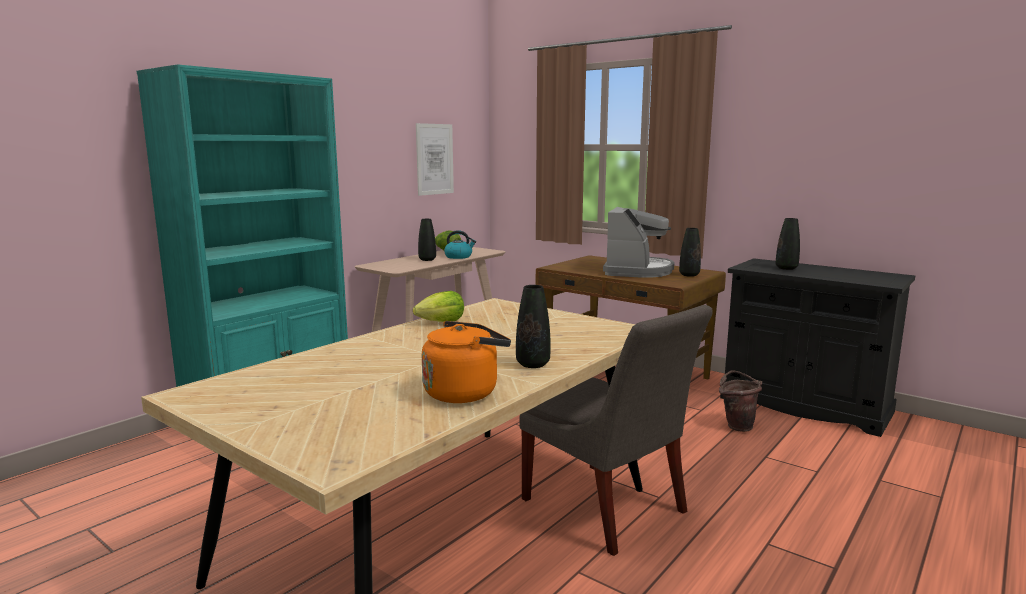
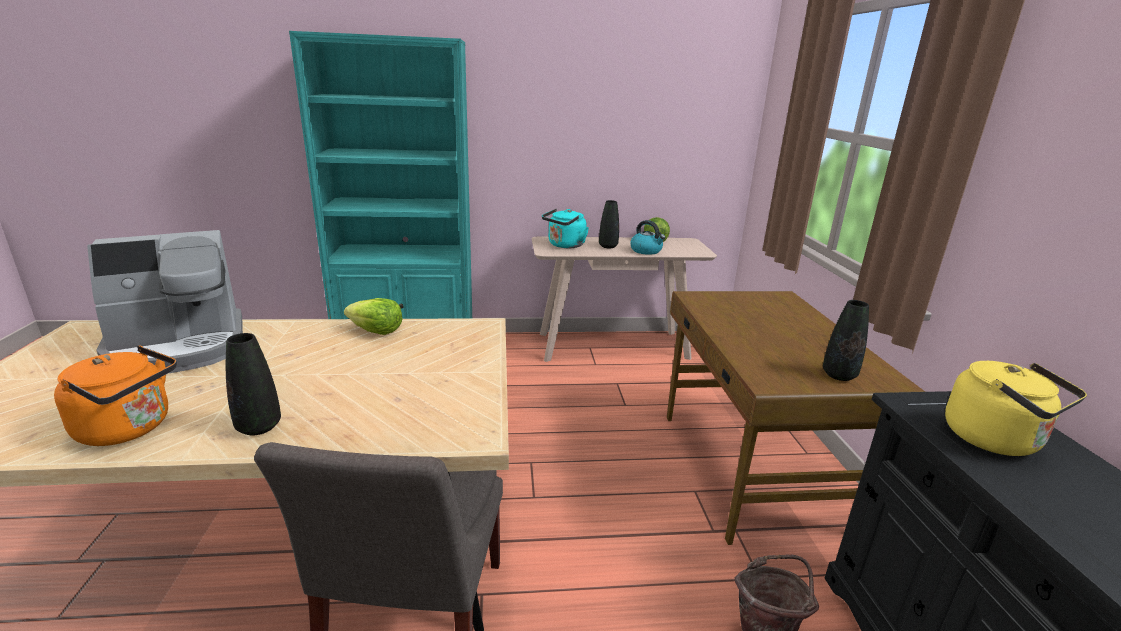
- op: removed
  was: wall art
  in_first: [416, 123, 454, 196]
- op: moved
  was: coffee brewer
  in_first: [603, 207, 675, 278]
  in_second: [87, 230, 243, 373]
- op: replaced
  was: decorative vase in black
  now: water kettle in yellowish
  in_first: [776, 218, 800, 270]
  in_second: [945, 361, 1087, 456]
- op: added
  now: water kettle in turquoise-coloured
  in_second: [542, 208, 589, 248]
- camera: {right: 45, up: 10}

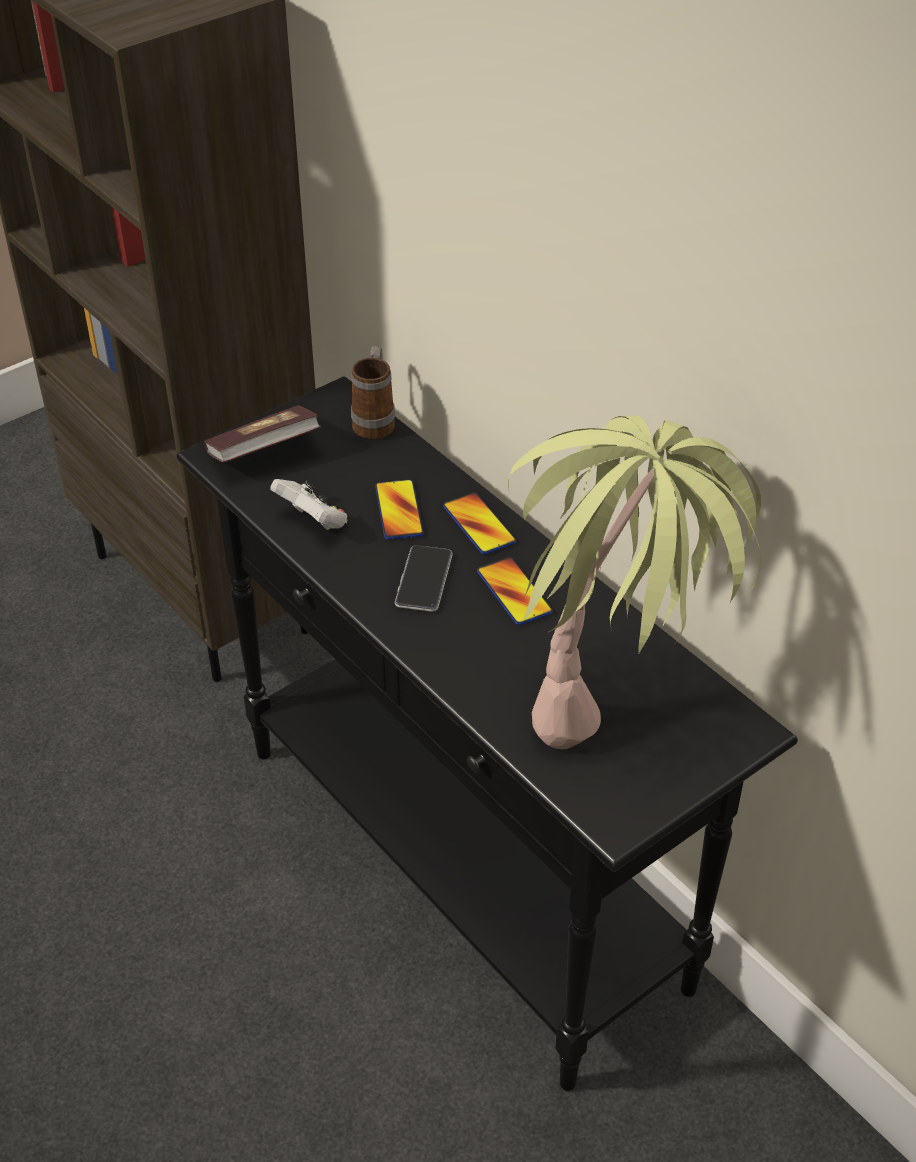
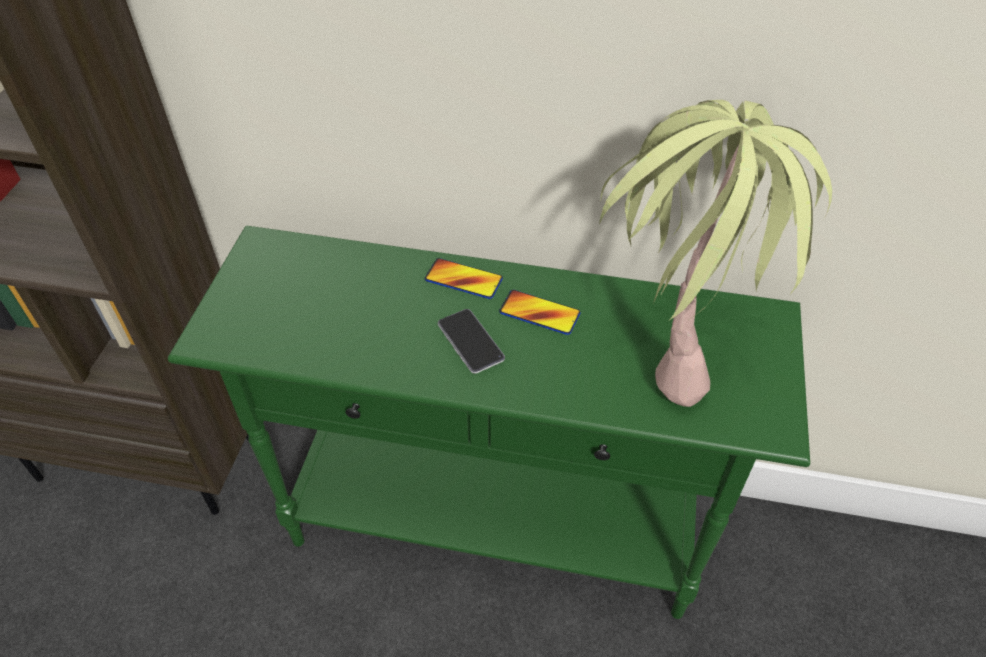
- op: removed
  was: mug
  in_first: [351, 346, 395, 439]
- op: recoloured
  was: console table in black
  now: console table in greenish
  in_first: [177, 377, 798, 1091]
  in_second: [168, 226, 810, 619]
- op: removed
  was: volume
  in_first: [204, 405, 322, 463]
- op: removed
  was: gamepad in white
  in_first: [270, 479, 347, 530]
- op: removed
  was: phone
  in_first: [375, 479, 424, 540]
- camera: {right: -40, up: 5}

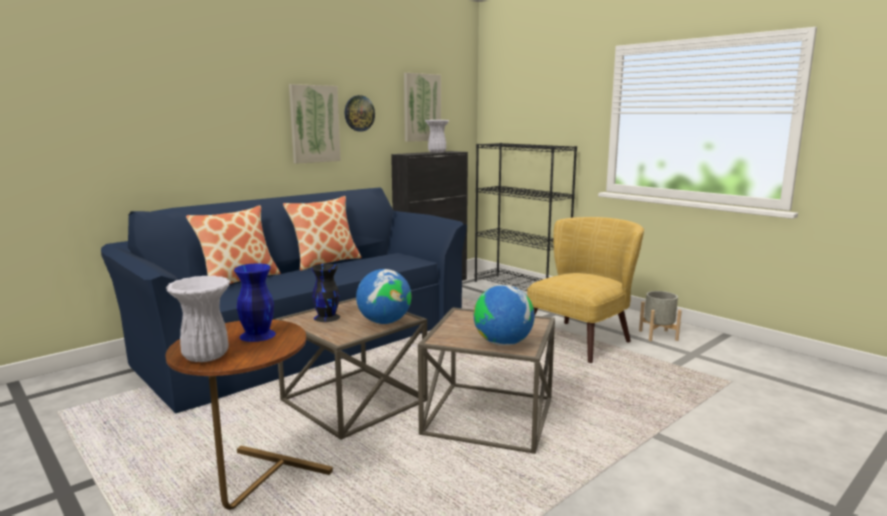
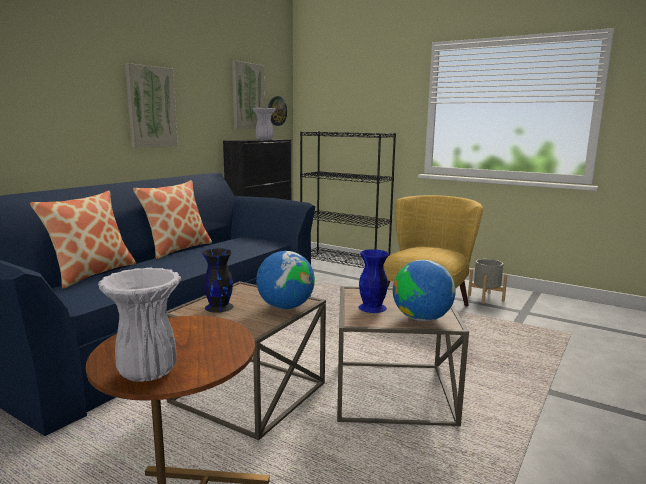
- op: moved
  was: clock on the wall
  in_first: [345, 95, 375, 131]
  in_second: [268, 96, 287, 126]
- op: moved
  was: decorative vase in blue
  in_first: [234, 263, 276, 342]
  in_second: [358, 249, 389, 313]
- camera: {right: -15, up: 0}

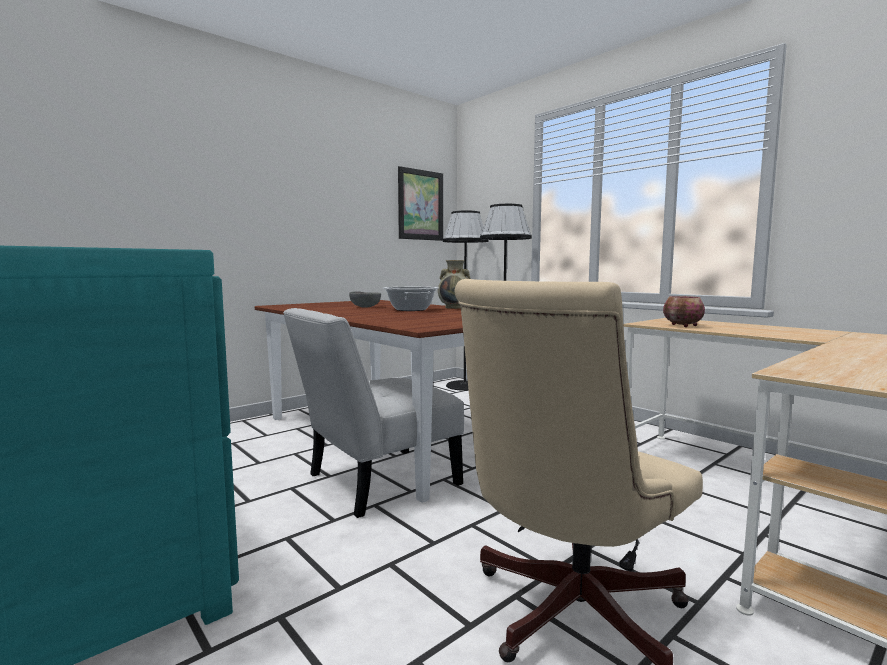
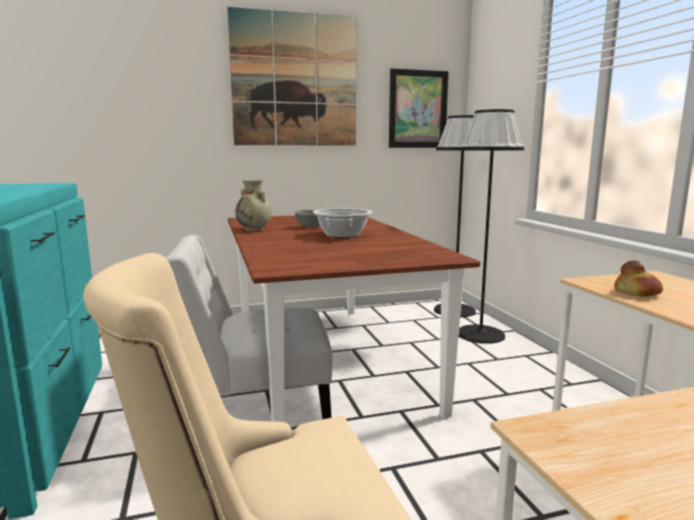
- op: moved
  was: decorative vase in beige
  in_first: [438, 260, 470, 309]
  in_second: [235, 179, 272, 231]
- op: replaced
  was: deep dish
  now: bread
  in_first: [663, 296, 705, 327]
  in_second: [614, 260, 663, 296]
- op: added
  now: wall art
  in_second: [227, 7, 356, 146]
- camera: {right: 25, up: 5}

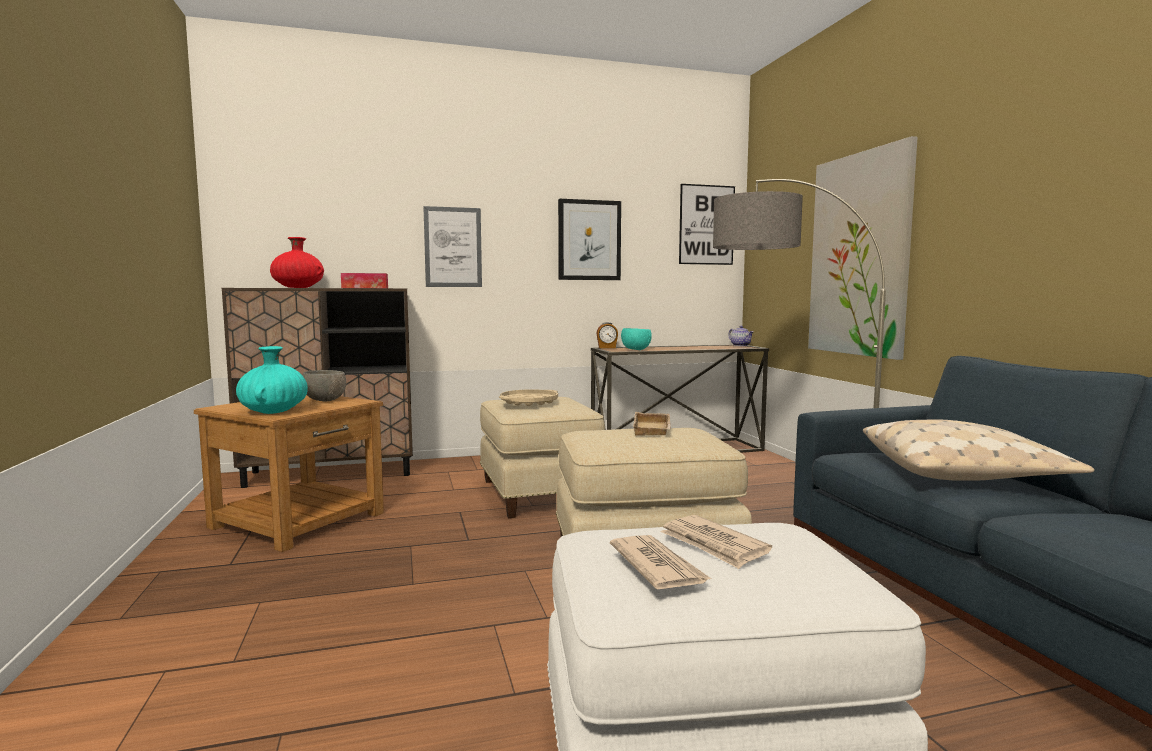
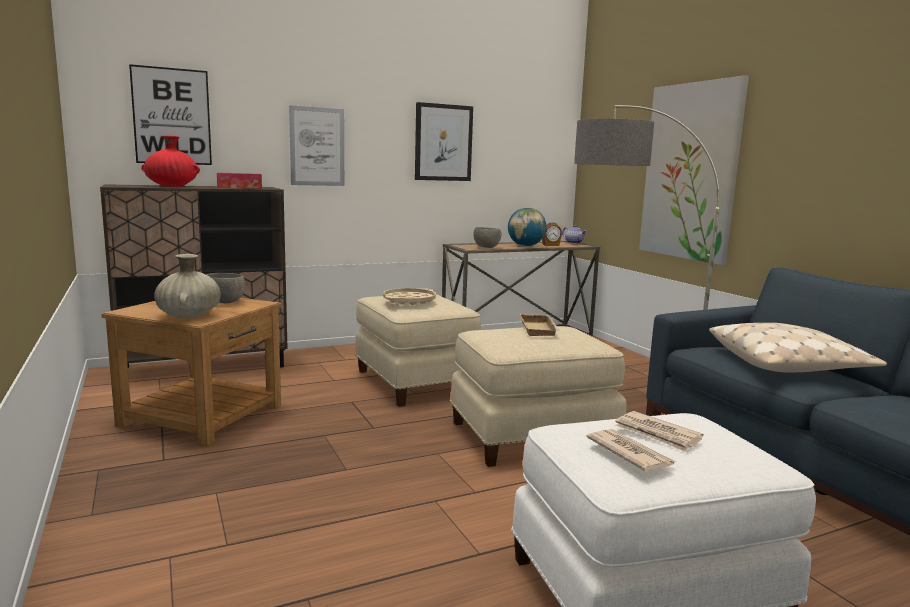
- op: moved
  was: wall art
  in_first: [679, 184, 735, 265]
  in_second: [129, 64, 212, 165]
- op: moved
  was: bedside clock
  in_first: [596, 322, 618, 348]
  in_second: [542, 222, 562, 246]
- op: recoloured
  was: deep dish in turquoise-coloured
  now: deep dish in grey
  in_first: [621, 328, 652, 350]
  in_second: [473, 227, 501, 248]
- op: recoloured
  was: decorative vase in turquoise-coloured
  now: decorative vase in beige
  in_first: [236, 346, 308, 414]
  in_second: [154, 254, 221, 319]
- op: added
  now: globe
  in_second: [508, 207, 546, 246]
- camera: {right: -10, up: 5}

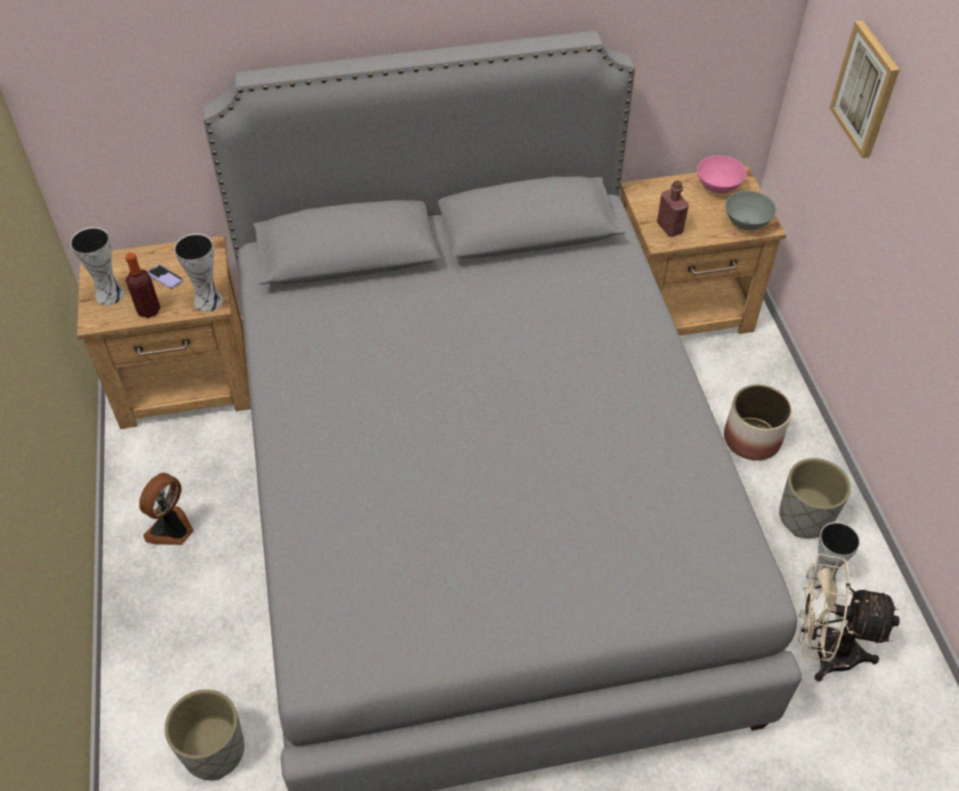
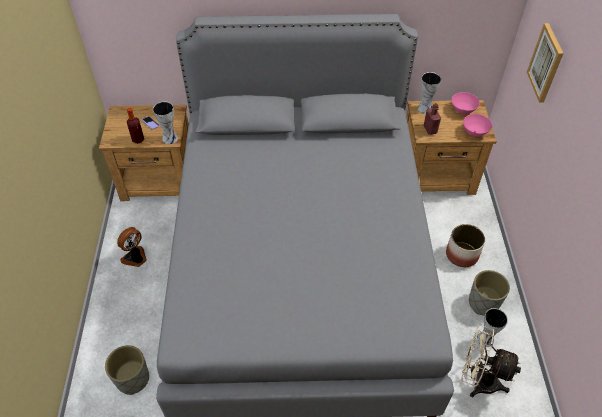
- op: recoloured
  was: deep dish in grey
  now: deep dish in pinkish
  in_first: [725, 191, 776, 230]
  in_second: [463, 114, 492, 137]
- op: moved
  was: decorative vase
  in_first: [70, 227, 124, 305]
  in_second: [418, 72, 441, 114]
- camera: {right: 10, up: 0}

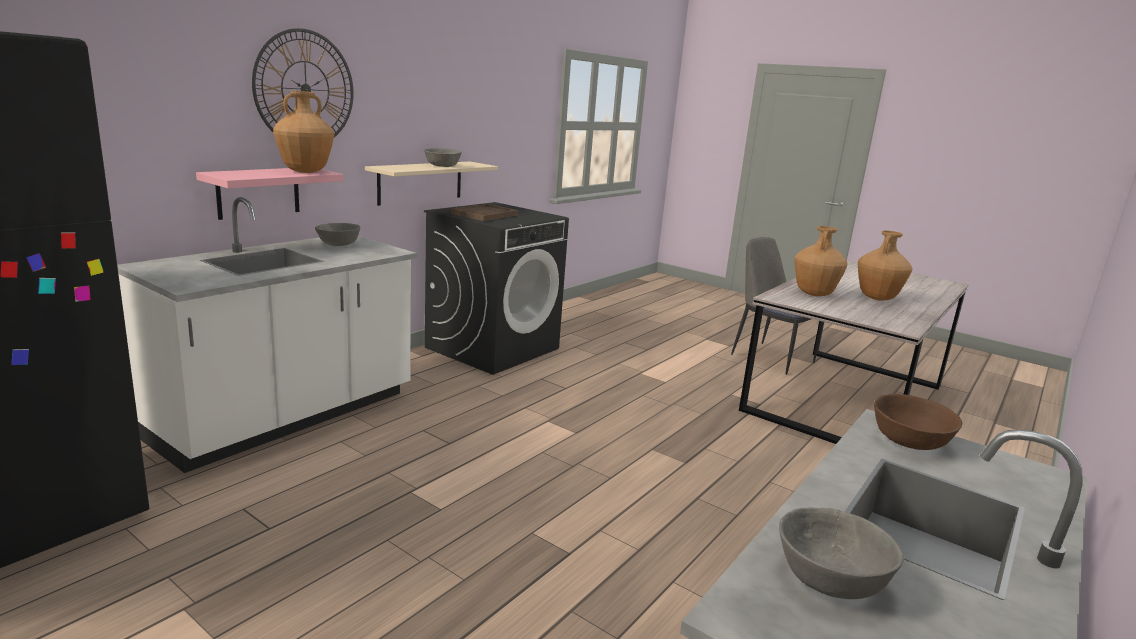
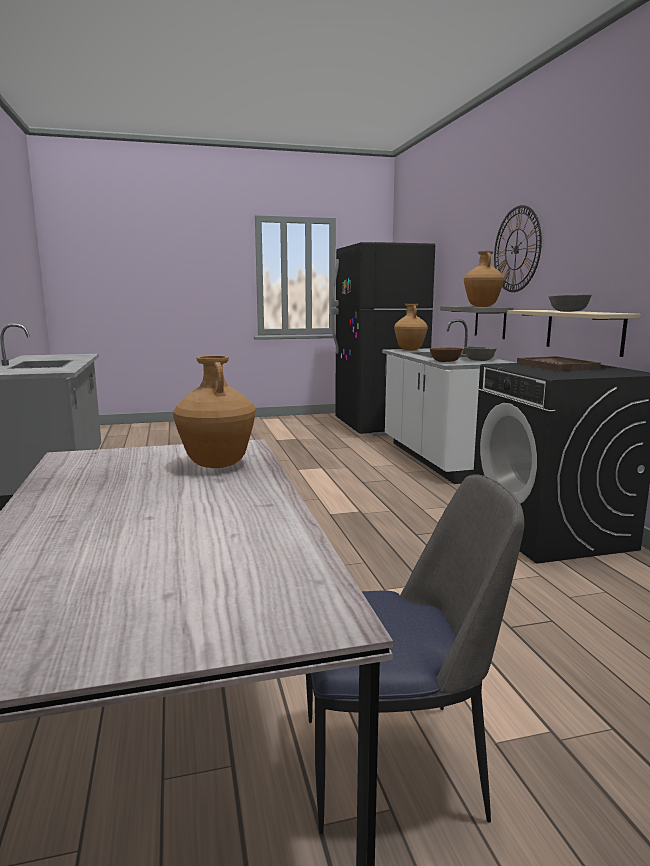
- op: recoloured
  was: shelf in pinkish
  now: shelf in grey
  in_first: [196, 168, 344, 220]
  in_second: [440, 306, 513, 339]
- op: moved
  was: decorative vase in brown
  in_first: [858, 230, 912, 301]
  in_second: [394, 304, 428, 351]
- op: moved
  was: deep dish in brown
  in_first: [874, 394, 962, 450]
  in_second: [430, 347, 463, 362]
- op: removed
  was: deep dish in grey
  in_first: [779, 507, 904, 599]
- camera: {right: 130, up: -5}

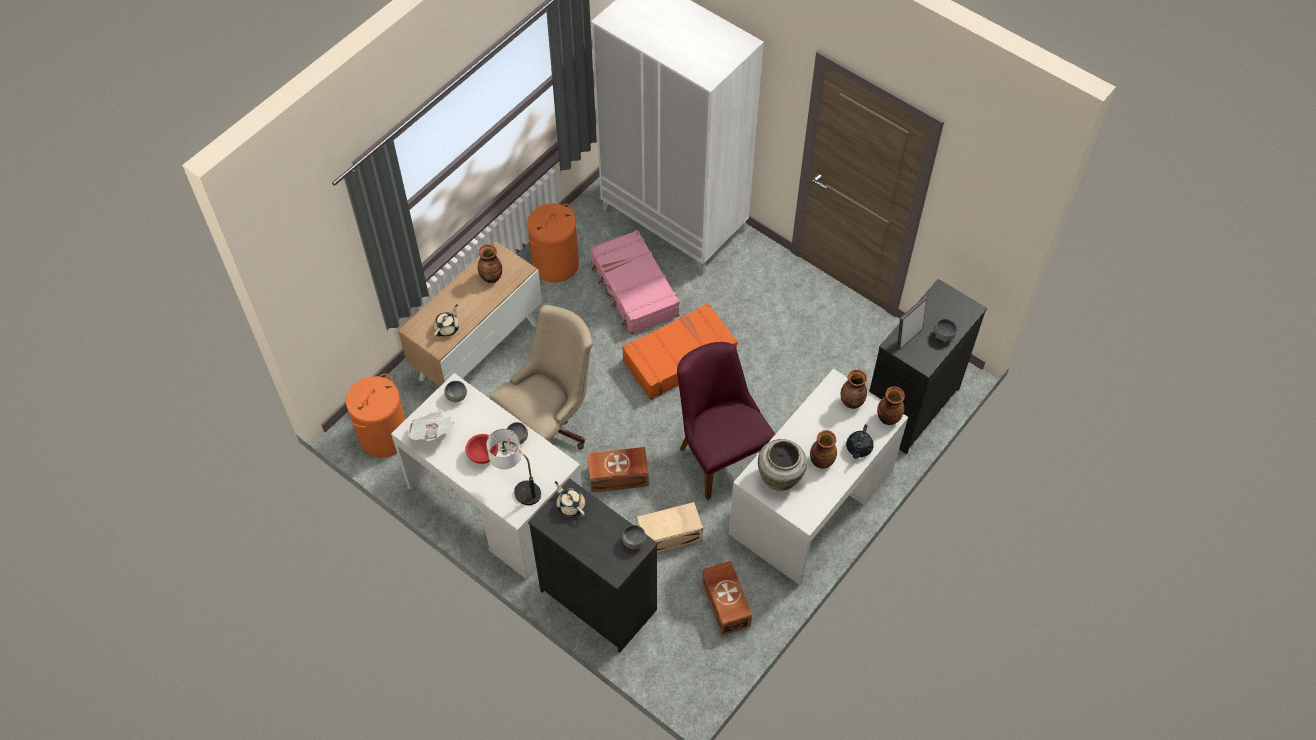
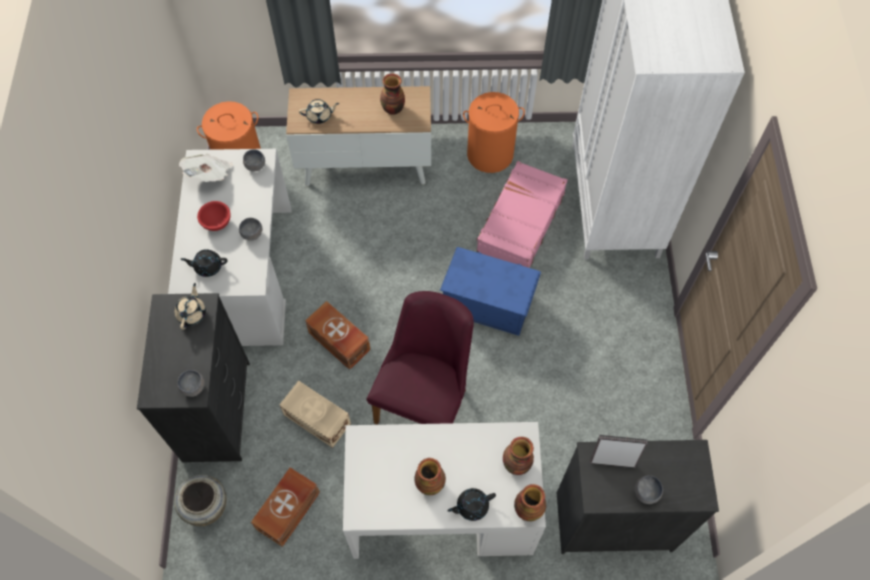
- op: replaced
  was: suitcase in orangey
  now: storage box in blue
  in_first: [622, 303, 738, 400]
  in_second: [440, 247, 541, 336]
- op: removed
  was: office chair in beige
  in_first: [490, 305, 593, 450]
- op: replaced
  was: tabletop lamp
  now: pot for tea in black
  in_first: [486, 429, 541, 505]
  in_second: [180, 249, 228, 277]
- op: moved
  was: decorative vase in beige
  in_first: [758, 439, 807, 491]
  in_second: [174, 475, 226, 526]
- camera: {right: 50, up: 5}

